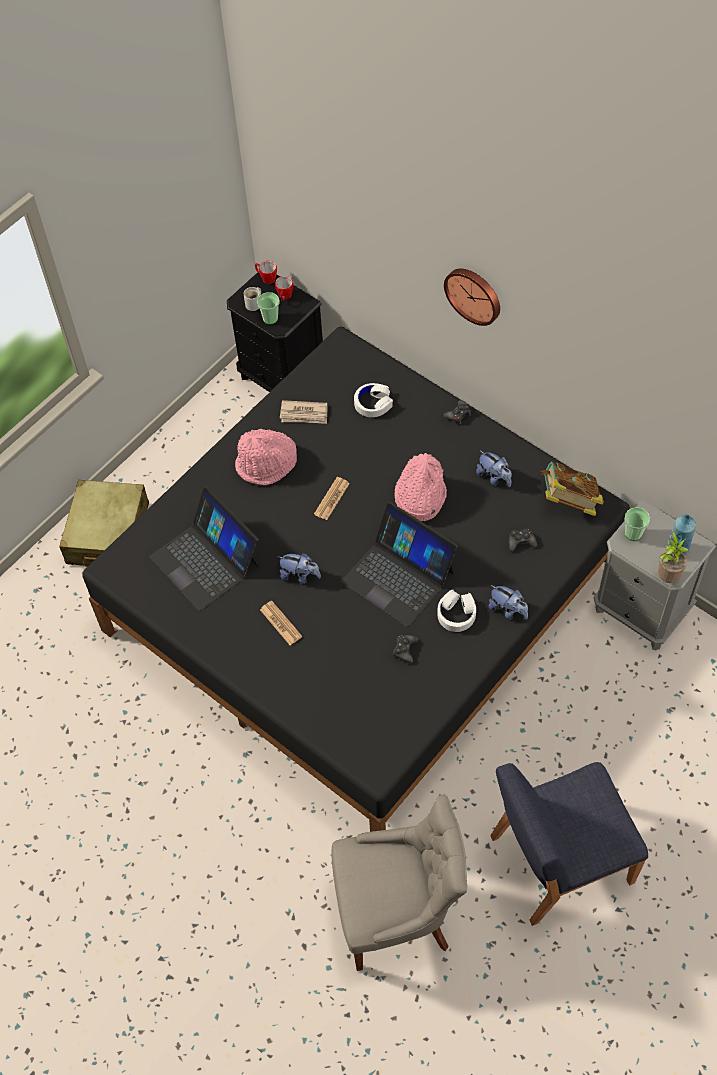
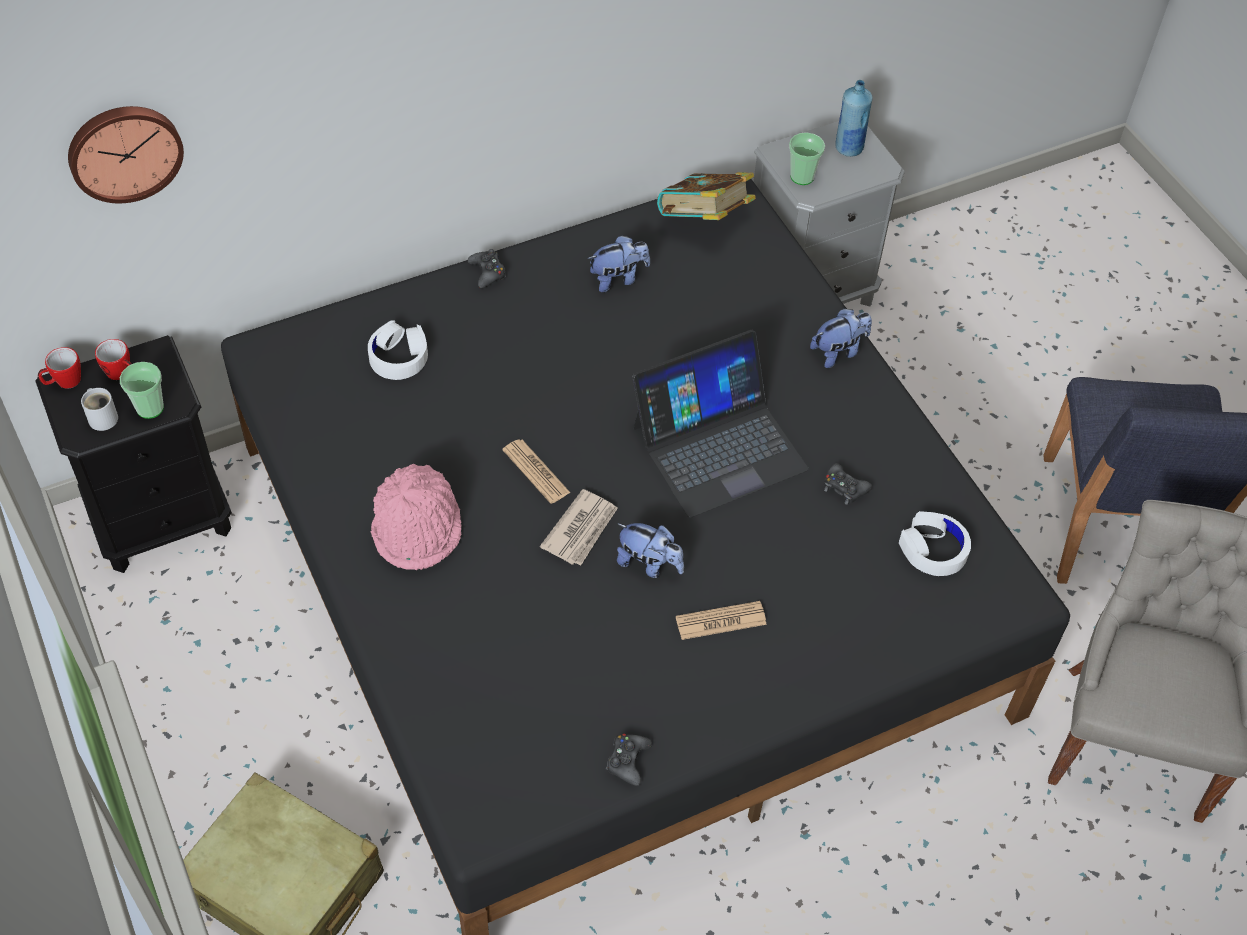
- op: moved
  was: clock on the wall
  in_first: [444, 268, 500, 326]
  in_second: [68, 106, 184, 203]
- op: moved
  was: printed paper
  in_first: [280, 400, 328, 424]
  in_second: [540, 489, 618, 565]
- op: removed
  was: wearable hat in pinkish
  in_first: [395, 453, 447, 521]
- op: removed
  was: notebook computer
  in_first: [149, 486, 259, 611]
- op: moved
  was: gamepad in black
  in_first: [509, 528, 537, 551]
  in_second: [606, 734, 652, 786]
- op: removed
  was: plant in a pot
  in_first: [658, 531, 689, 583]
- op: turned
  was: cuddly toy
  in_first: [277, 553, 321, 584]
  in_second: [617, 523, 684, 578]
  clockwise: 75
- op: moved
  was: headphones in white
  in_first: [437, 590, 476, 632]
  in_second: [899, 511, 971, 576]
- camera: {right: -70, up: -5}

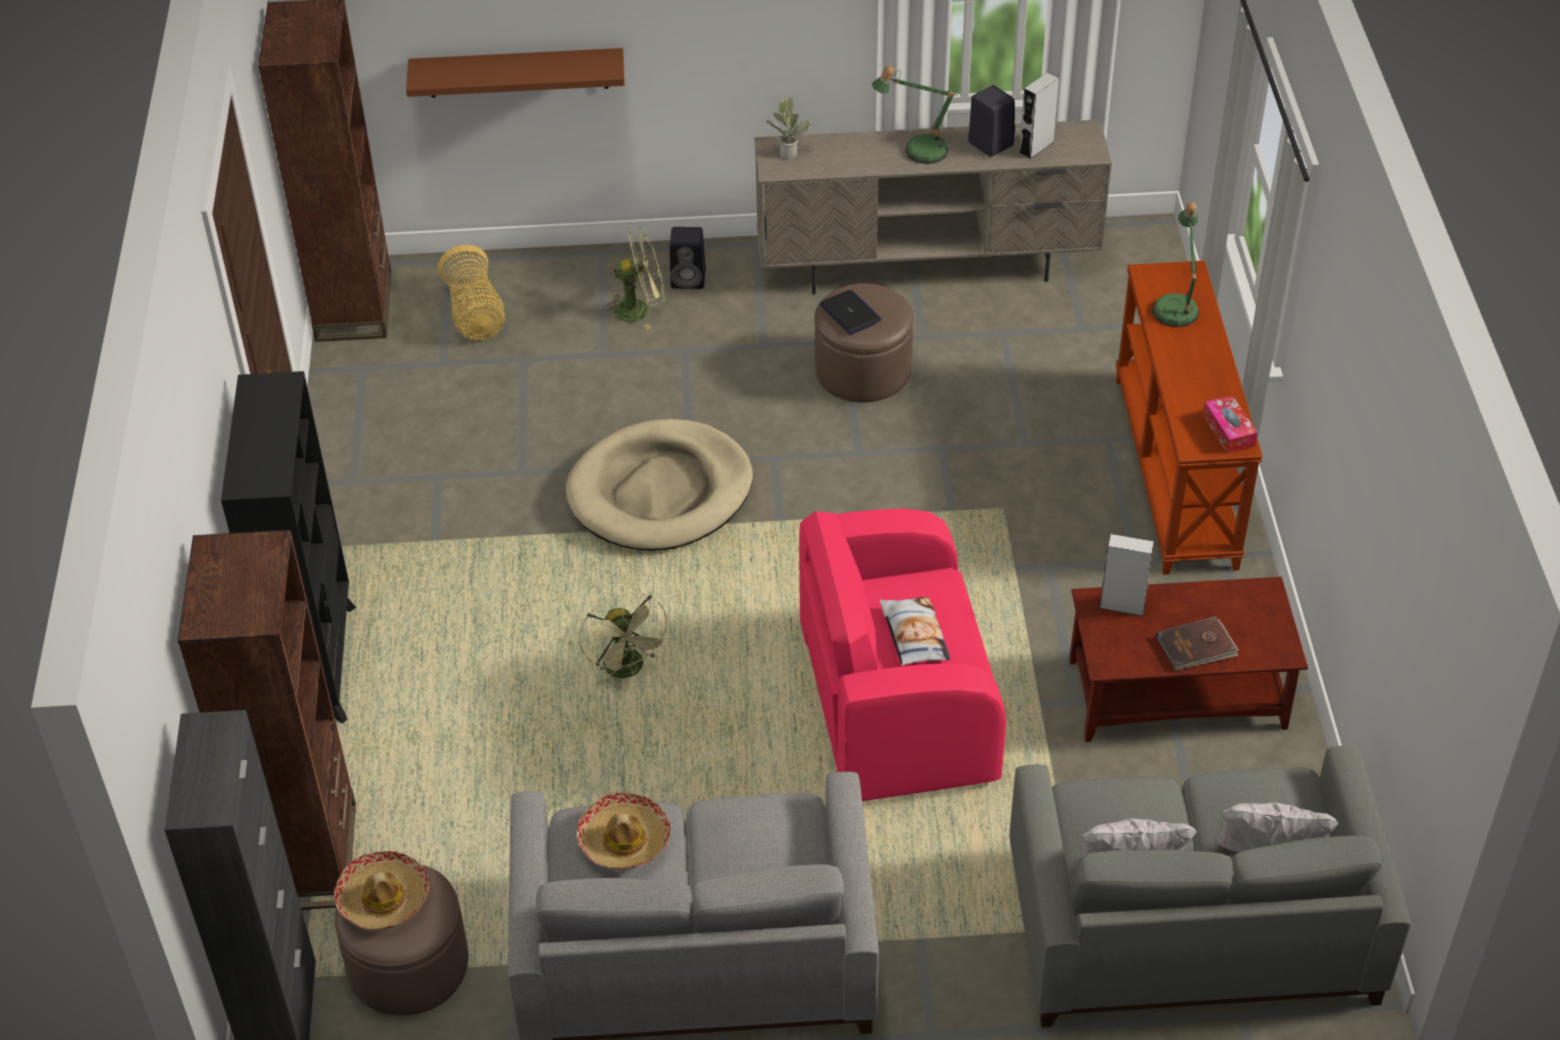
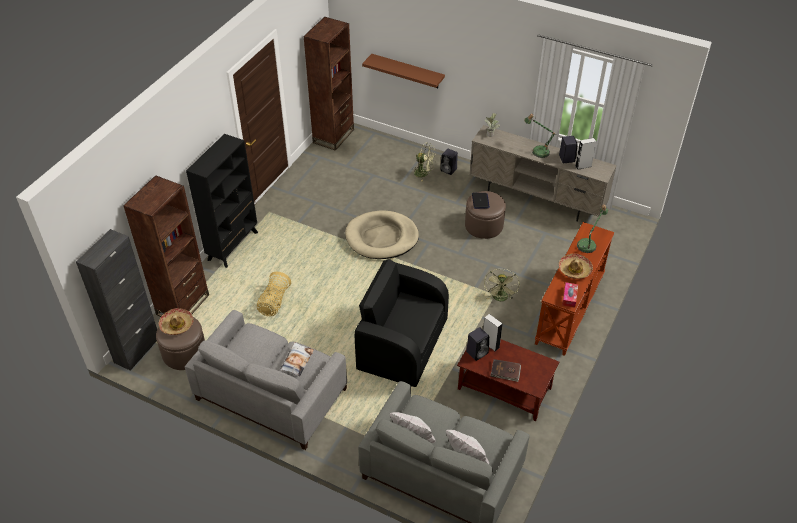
- op: moved
  was: basket
  in_first: [438, 245, 505, 341]
  in_second: [257, 272, 291, 316]
- op: recoloured
  was: easy chair in pinkish
  now: easy chair in black
  in_first: [799, 509, 1006, 801]
  in_second: [355, 259, 449, 387]
- op: moved
  was: electric fan in greenish
  in_first: [579, 592, 670, 685]
  in_second: [484, 269, 520, 301]
- op: moved
  was: pillow
  in_first: [880, 597, 950, 666]
  in_second: [280, 342, 314, 376]
- op: moved
  was: wearable hat
  in_first: [577, 792, 670, 870]
  in_second: [559, 253, 593, 279]
- op: added
  now: audio speaker in black
  in_second: [466, 327, 489, 361]
- camera: {right: 30, up: 0}

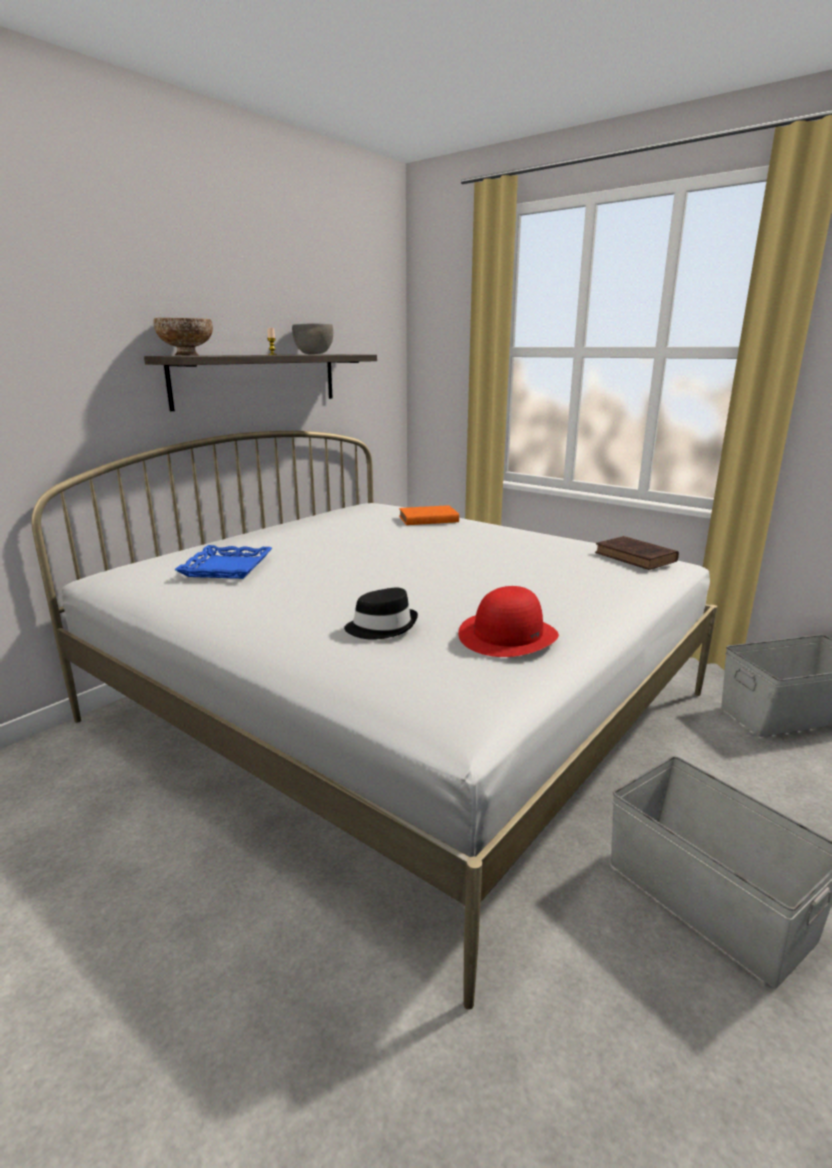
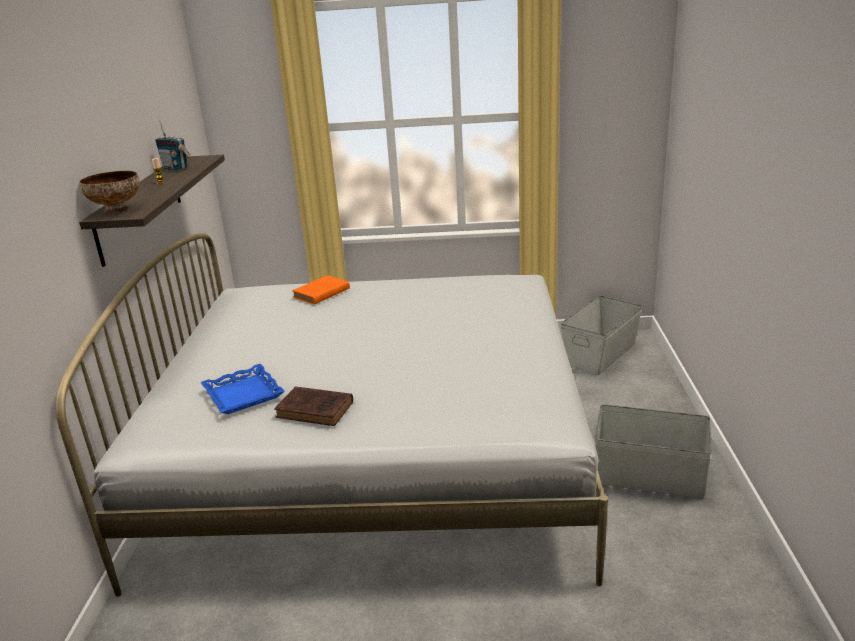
- op: replaced
  was: deep dish in grey
  now: radio set
  in_first: [292, 323, 333, 354]
  in_second: [155, 121, 190, 170]
- op: moved
  was: volume in brown
  in_first: [595, 536, 679, 570]
  in_second: [274, 386, 353, 426]
- op: removed
  was: wearable hat in red-coloured
  in_first: [458, 586, 559, 657]
- op: removed
  was: wearable hat in black
  in_first: [344, 588, 418, 640]
- camera: {right: -35, up: 5}

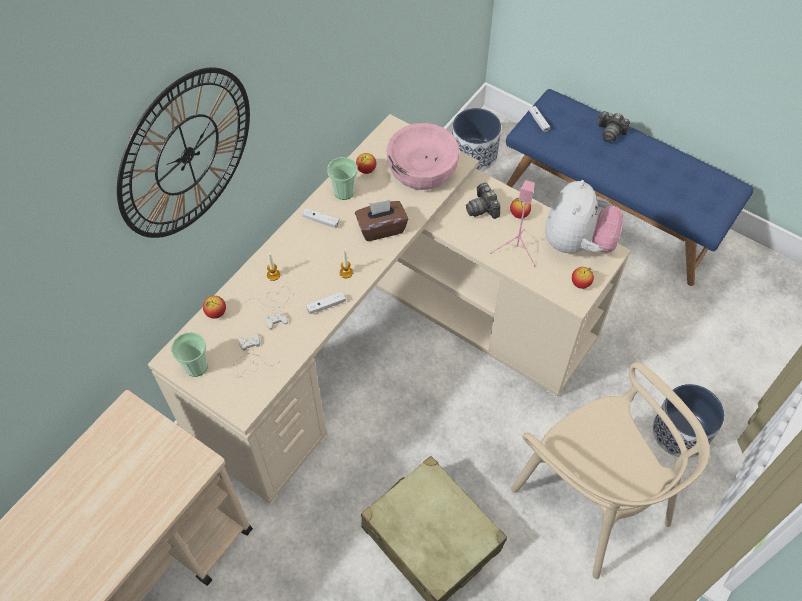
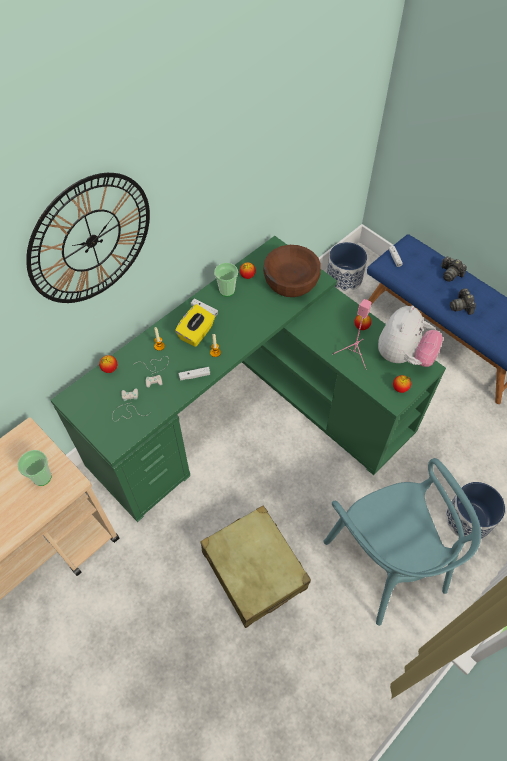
- op: recoloured
  was: desk unit in beige
  now: desk unit in greenish
  in_first: [148, 114, 631, 504]
  in_second: [51, 236, 446, 522]
- op: recoloured
  was: deep dish in pinkish
  now: deep dish in brown
  in_first: [387, 123, 460, 190]
  in_second: [263, 245, 321, 297]
- op: moved
  was: photo camera
  in_first: [466, 183, 500, 219]
  in_second: [450, 288, 476, 315]
- op: removed
  was: box of tissues in brown
  in_first: [355, 200, 408, 241]
- op: moved
  was: cup
  in_first: [171, 332, 208, 377]
  in_second: [18, 450, 52, 486]
- op: recoloured
  was: chair in beige
  now: chair in turquoise-coloured
  in_first: [510, 362, 710, 579]
  in_second: [324, 458, 481, 626]
- op: added
  now: box of tissues in yellowish
  in_second: [175, 304, 215, 347]
- camera: {right: 10, up: 0}

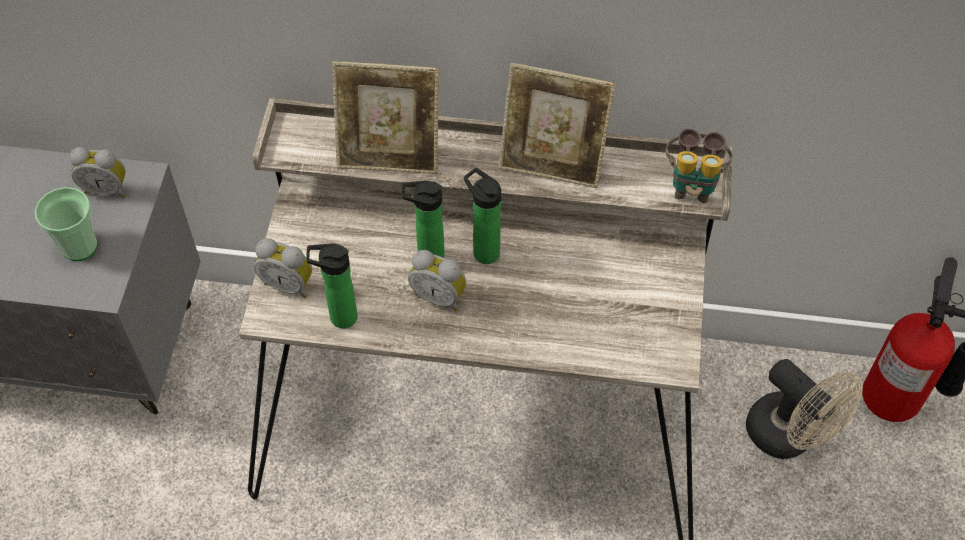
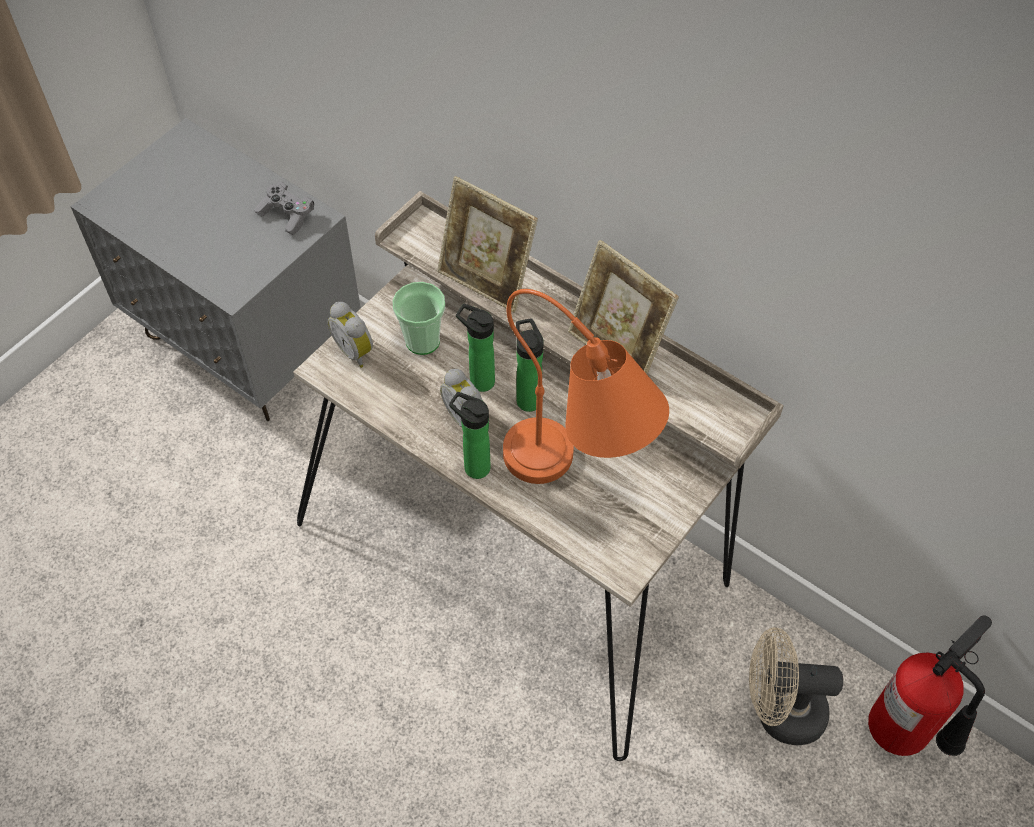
- op: removed
  was: field glasses
  in_first: [665, 128, 733, 203]
- op: replaced
  was: bedside clock
  now: gamepad in grey
  in_first: [70, 147, 126, 197]
  in_second: [254, 182, 314, 235]
- op: moved
  was: cup
  in_first: [35, 187, 98, 261]
  in_second: [392, 282, 445, 355]
- op: moved
  was: bottle
  in_first: [306, 243, 358, 328]
  in_second: [449, 392, 491, 479]
- op: turned
  was: electric fan in beige
  in_first: [746, 359, 863, 459]
  in_second: [749, 627, 843, 745]
  clockwise: 105
- op: added
  now: tabletop lamp in orangey
  in_second: [503, 289, 669, 484]
- camera: {right: 30, up: 0}

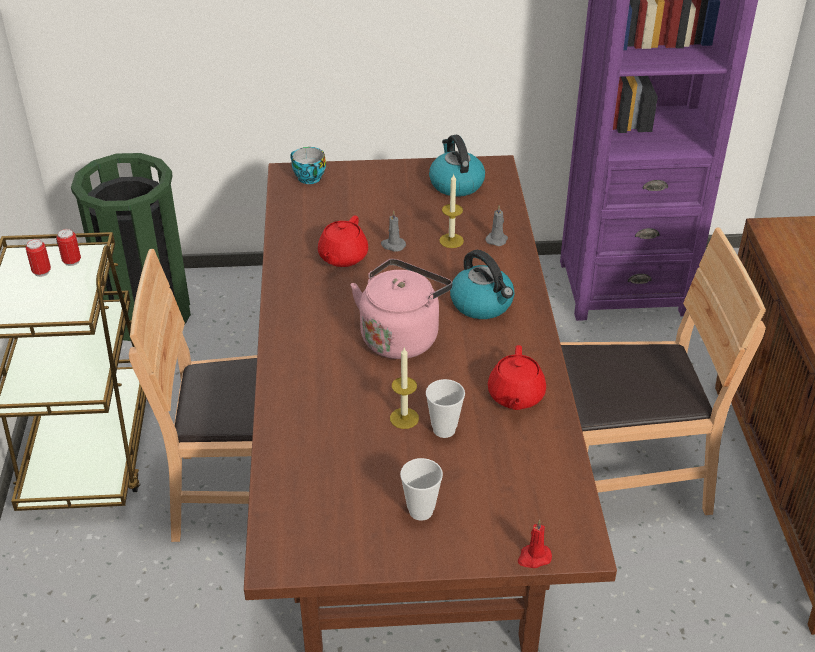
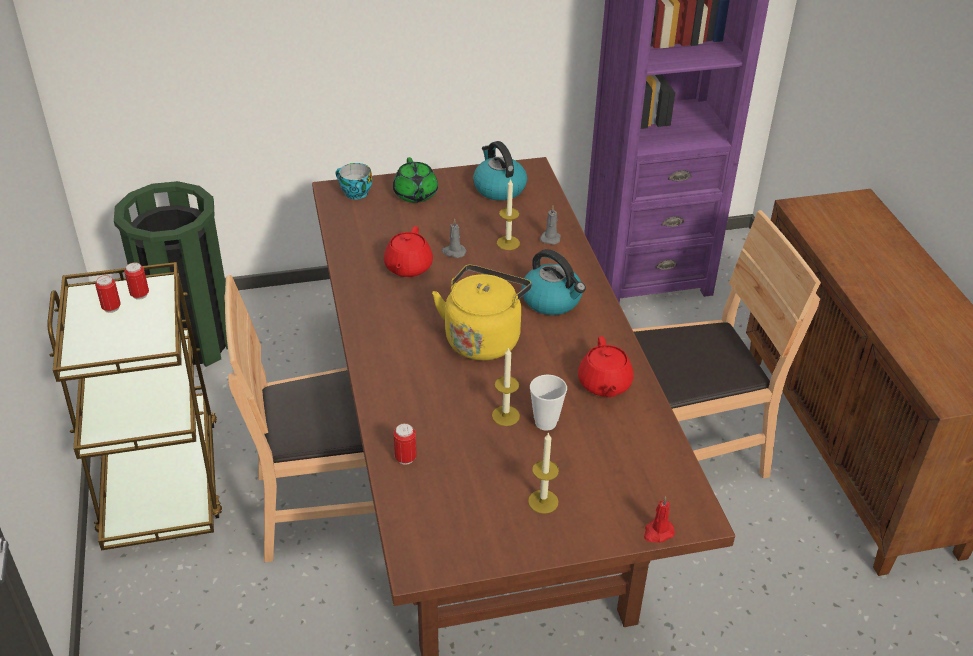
- op: recoloured
  was: water kettle in pinkish
  now: water kettle in yellowish
  in_first: [351, 259, 453, 359]
  in_second: [432, 265, 532, 360]
- op: replaced
  was: cup
  now: wax candle
  in_first: [400, 458, 443, 521]
  in_second: [528, 432, 559, 514]
- op: added
  now: pot for tea in greenish
  in_second: [393, 157, 438, 203]
- op: added
  now: metal can
  in_second: [393, 423, 417, 465]
- camera: {right: -10, up: 0}

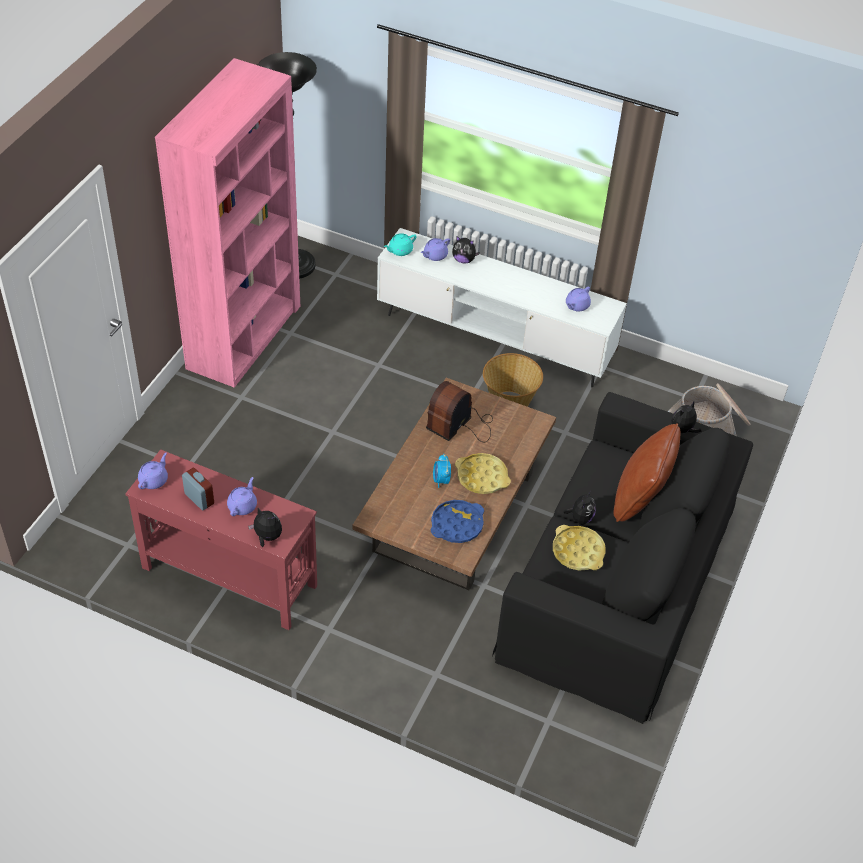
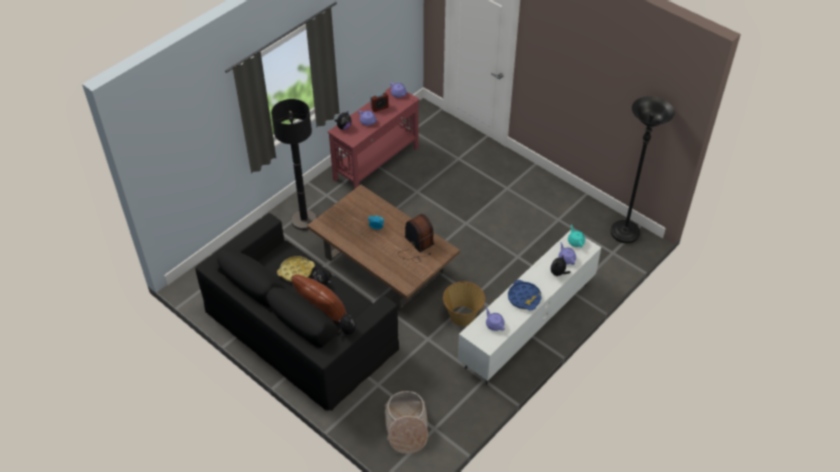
- op: removed
  was: bookshelf in pinkish
  in_first: [155, 58, 300, 388]
- op: removed
  was: serving tray in yellowish
  in_first: [455, 453, 511, 494]
- op: moved
  was: serving tray in blue
  in_first: [431, 500, 484, 543]
  in_second: [508, 280, 541, 310]
- op: added
  now: standard lamp in black
  in_second: [271, 99, 317, 230]
- camera: {right: 110, up: 0}

